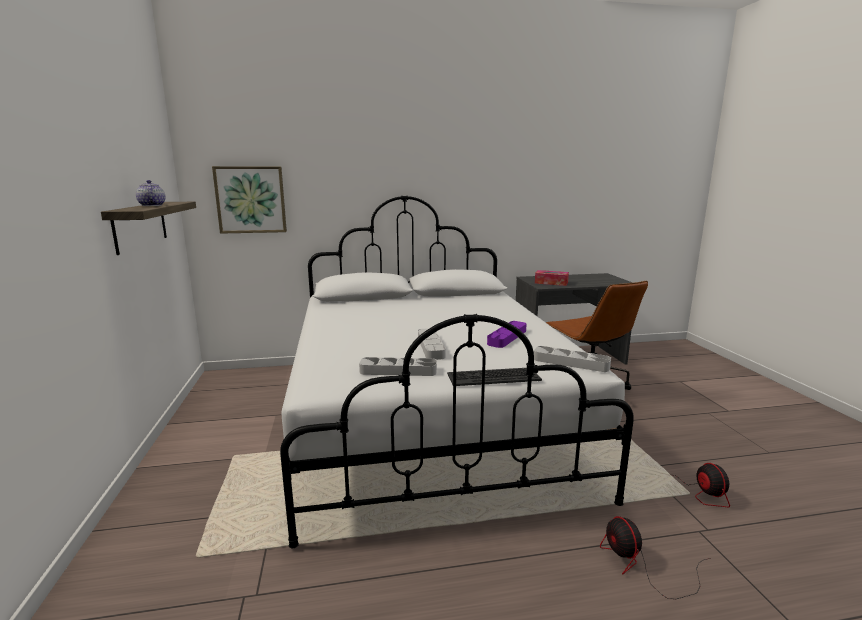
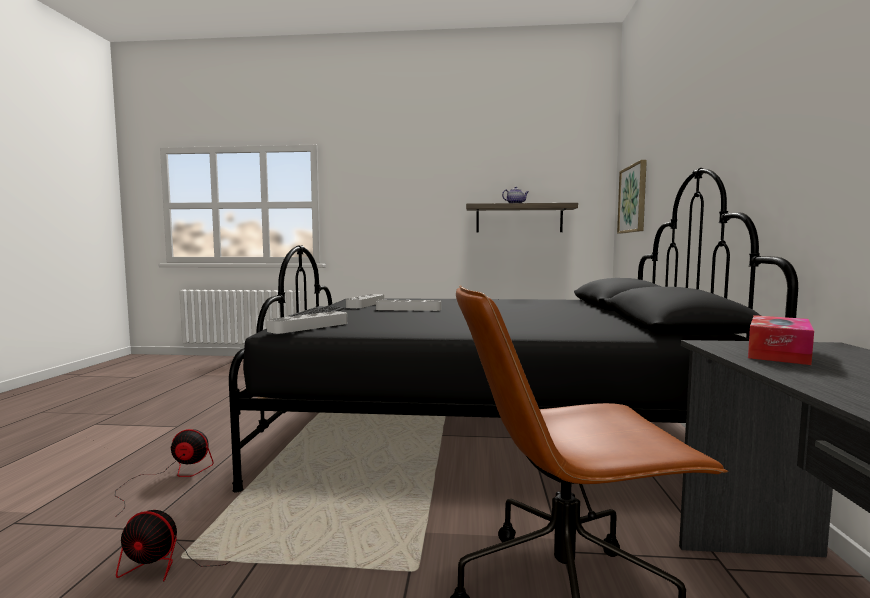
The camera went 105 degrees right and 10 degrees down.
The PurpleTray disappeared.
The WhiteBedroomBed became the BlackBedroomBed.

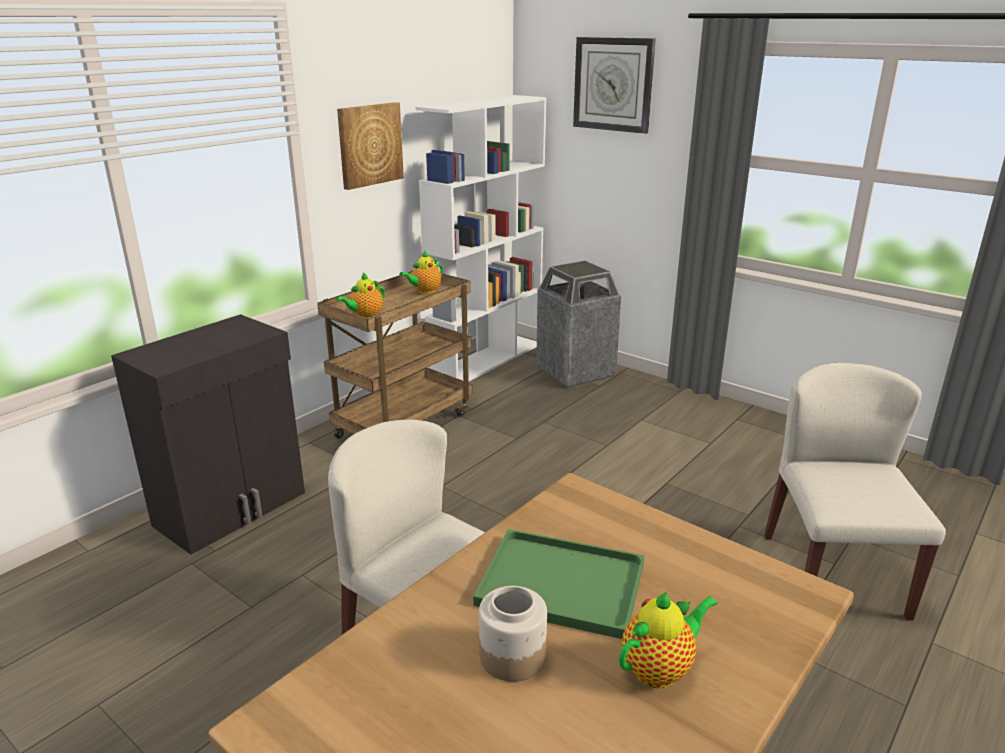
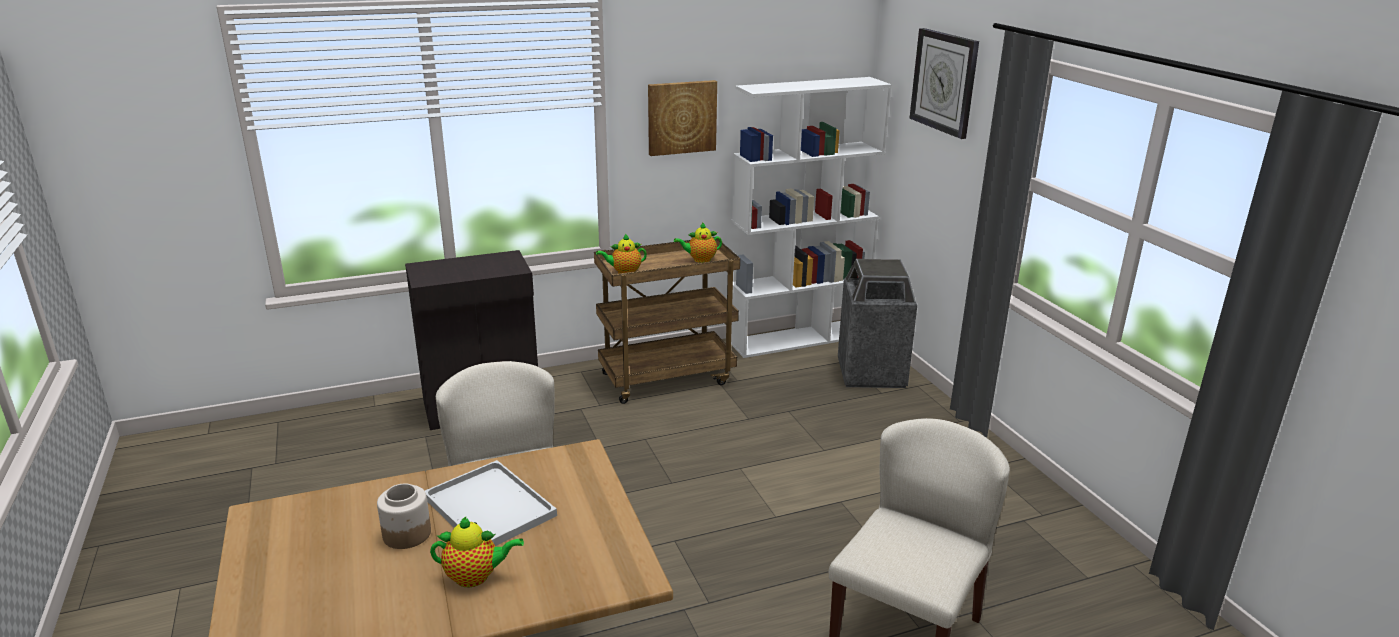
The camera went 30 degrees right and 0 degrees up.
The GreenishTray became the WhiteTray.

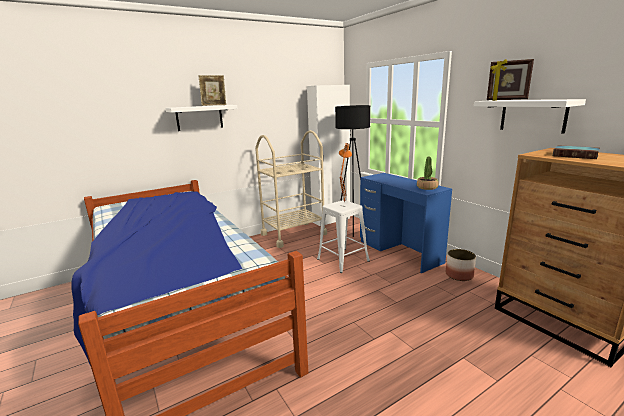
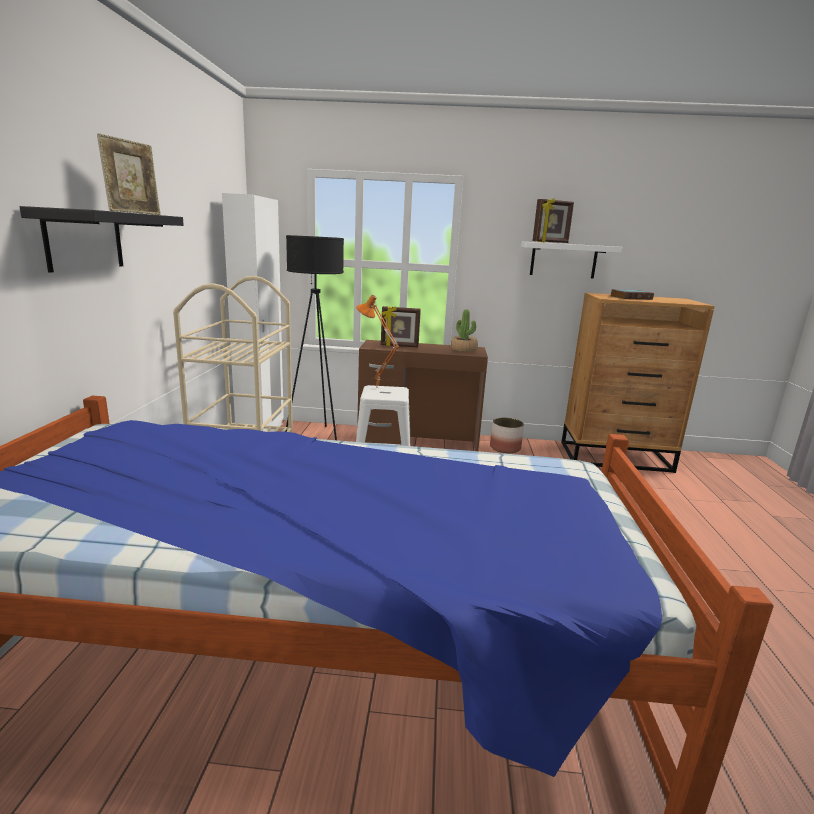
The camera went 55 degrees left and 0 degrees up.
The PhotoFrame (no. 2 from left) appeared.
The WhiteBracketShelf (no. 1 from left) became the BlackBracketShelf.
The BlueColouredDesk became the BrownColouredDesk.

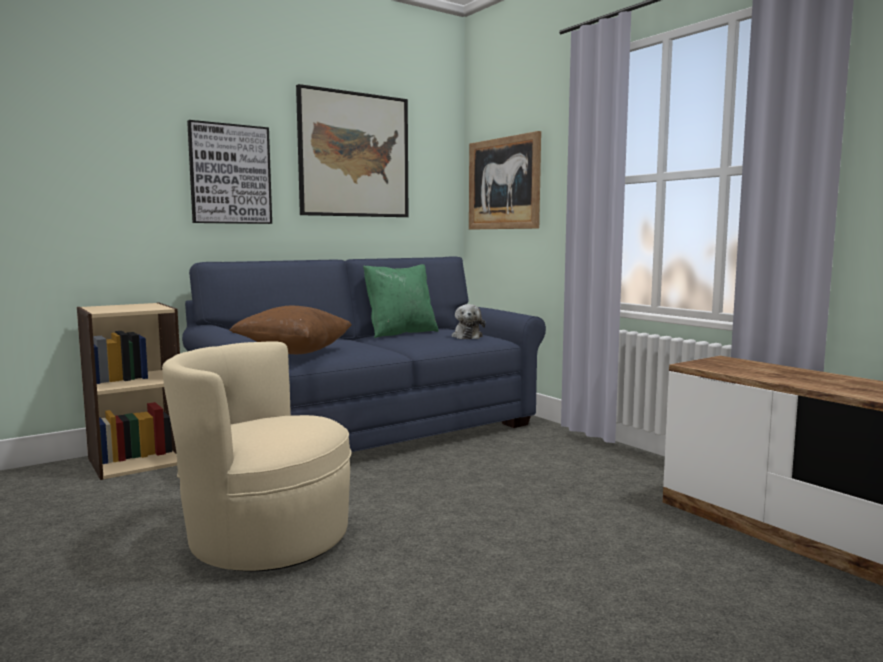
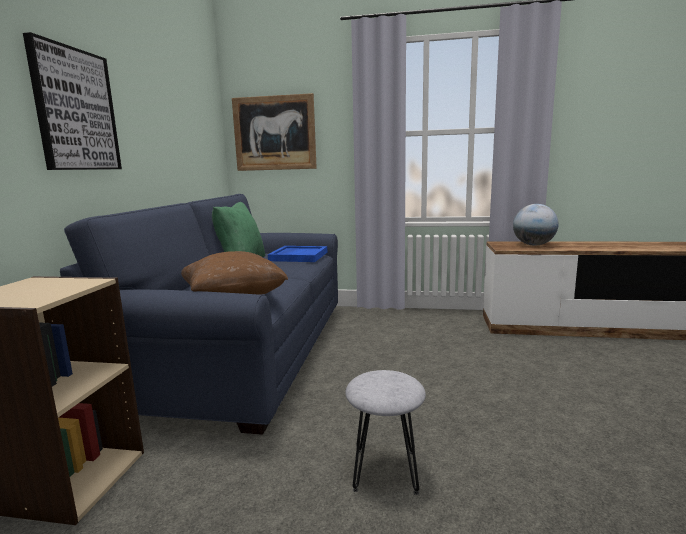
The camera went 45 degrees left and 5 degrees up.
The Picture (no. 2 from left) disappeared.
The DeskGlobe appeared.
The BeigeColouredEasyChair was replaced by the GreySittingStool.
The CuddlyToy was replaced by the BlueColouredTray.

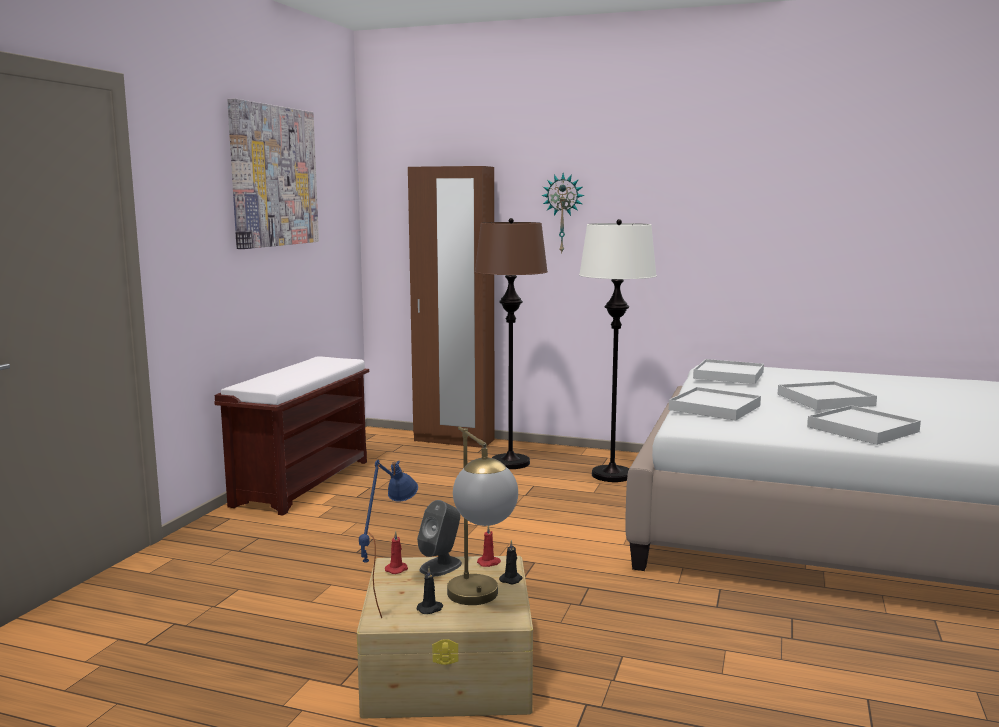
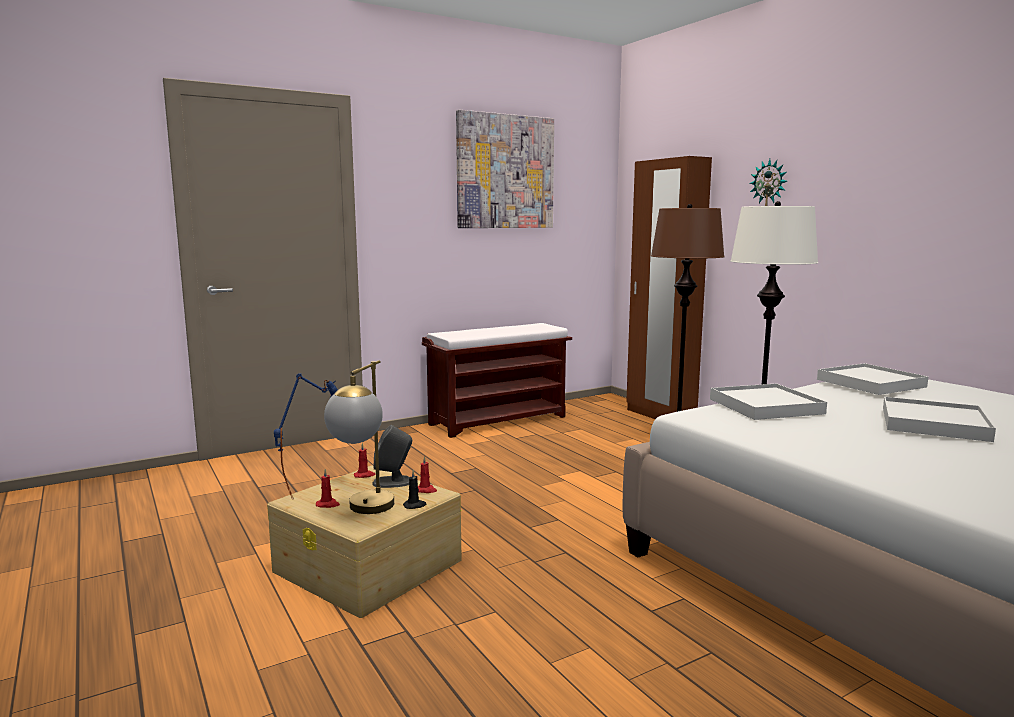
The camera went 40 degrees right and 0 degrees up.
The WhiteTray (no. 4 from left) disappeared.
The BlackWaxLight (no. 1 from left) became the ReddishWaxLight (no. 1 from left).

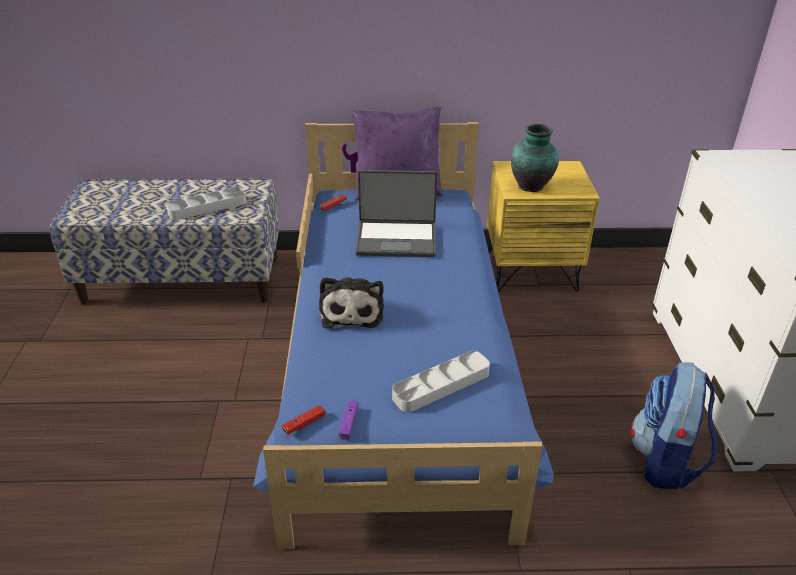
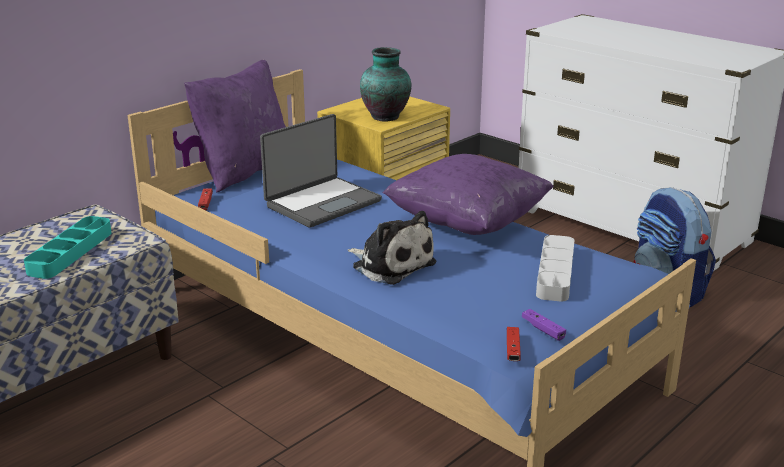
The camera went 45 degrees left and 10 degrees down.
The PurpleCushion (no. 2 from left) appeared.
The GreyTray (no. 1 from left) became the BlueGreenTray.

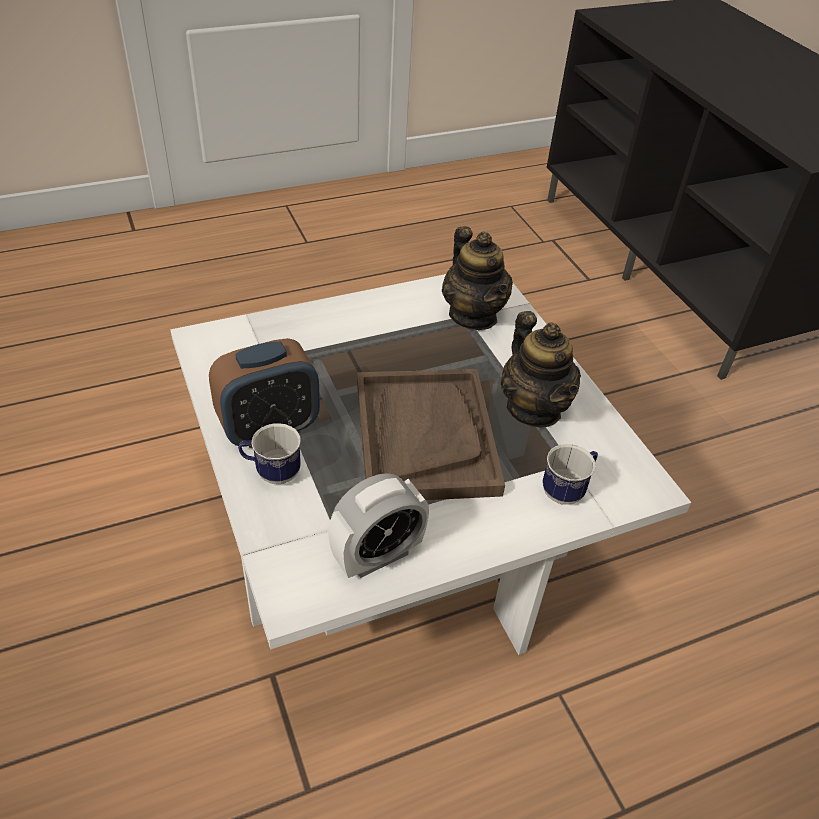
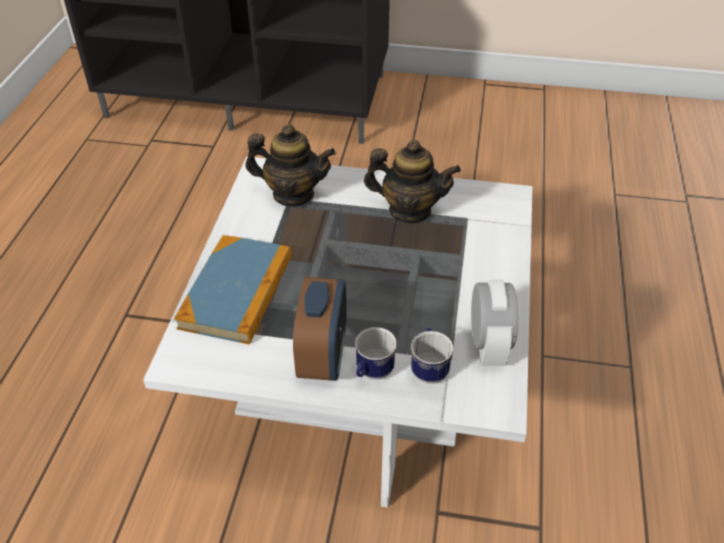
The camera went 55 degrees left and 0 degrees up.
The BrownColouredTray disappeared.
The Book appeared.
The Mug (no. 2 from left) moved.

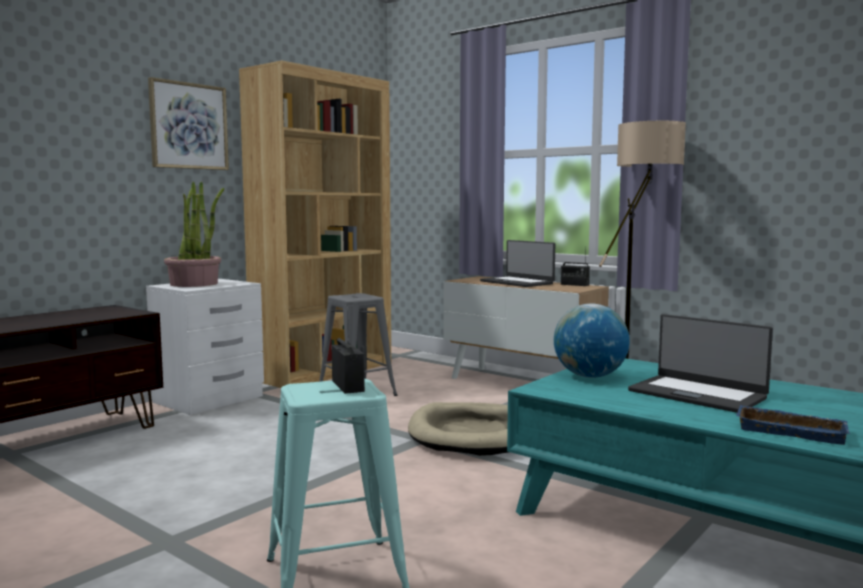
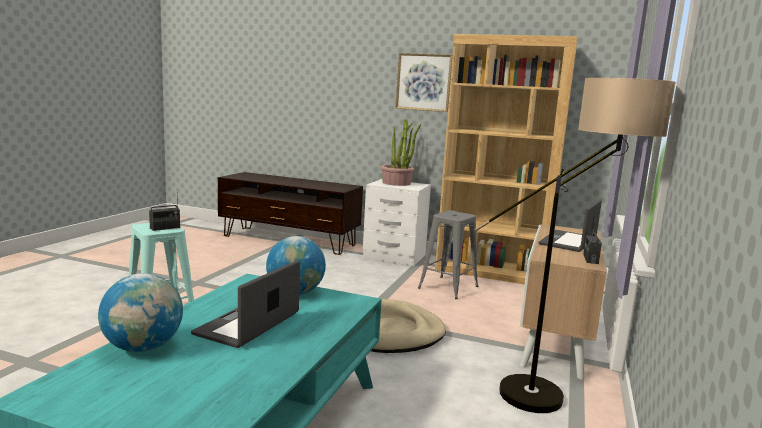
The camera went 70 degrees right and 5 degrees up.
The BlueColouredTray was replaced by the DeskGlobe (no. 1 from left).

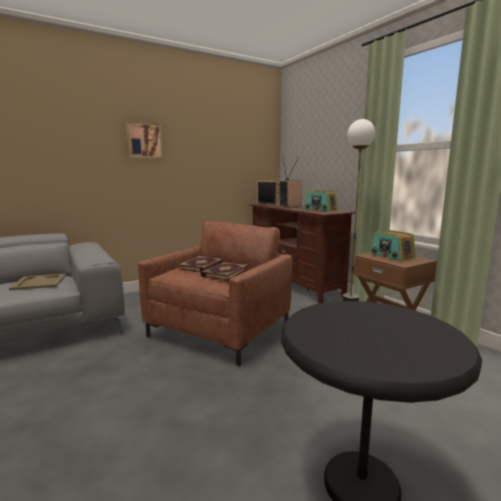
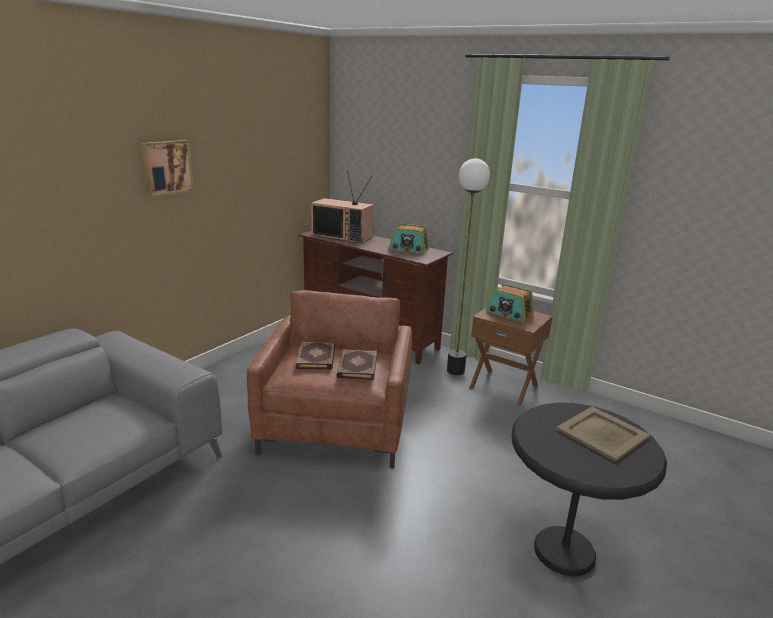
The camera went 25 degrees left and 10 degrees up.
The BeigeColouredTray moved.

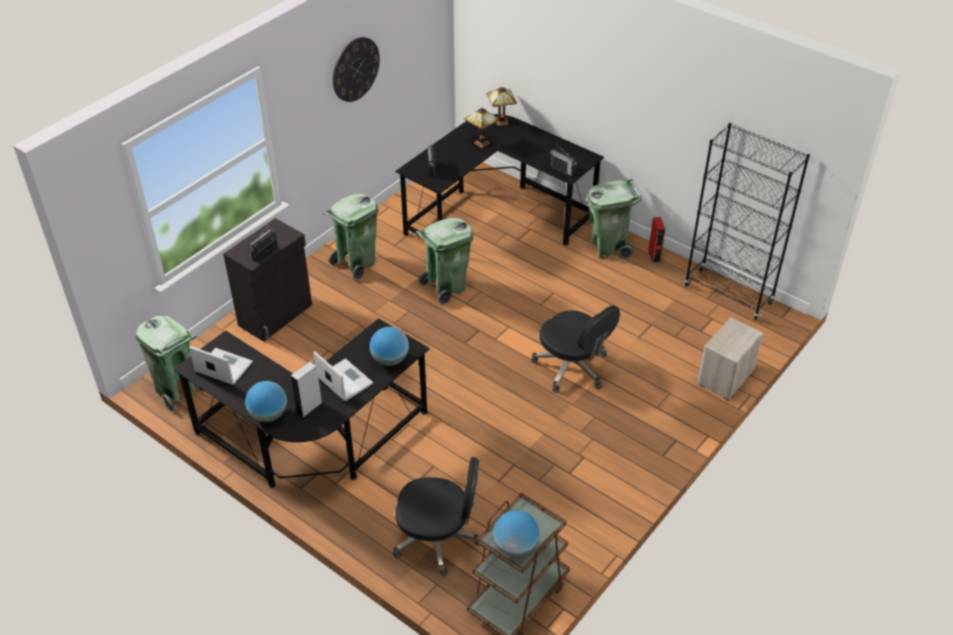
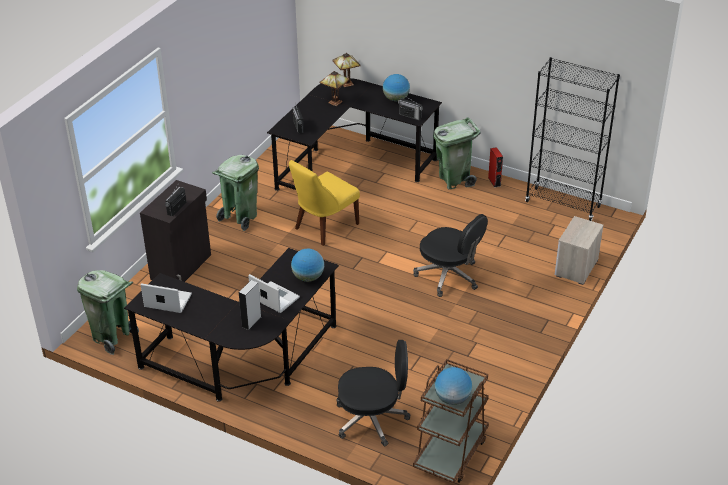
The camera went 10 degrees left and 5 degrees down.
The ClockOnTheWall disappeared.
The DeskGlobe (no. 1 from left in the first image) moved.
The GreenishRubbishBin (no. 3 from left) was replaced by the YellowUprightChair.

